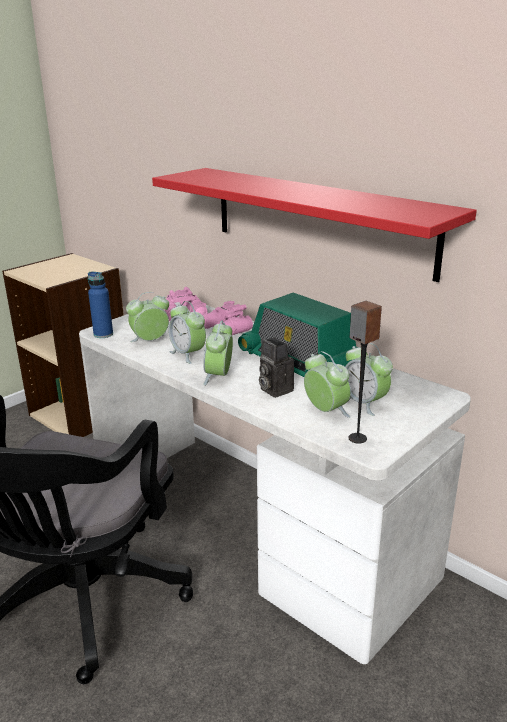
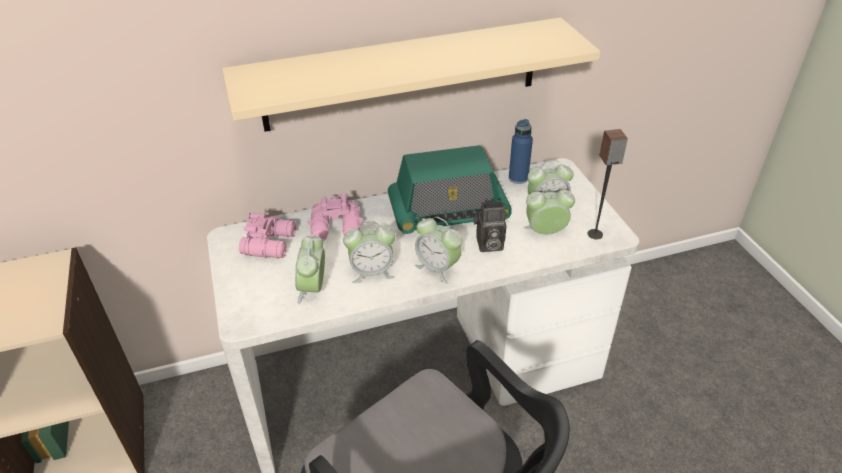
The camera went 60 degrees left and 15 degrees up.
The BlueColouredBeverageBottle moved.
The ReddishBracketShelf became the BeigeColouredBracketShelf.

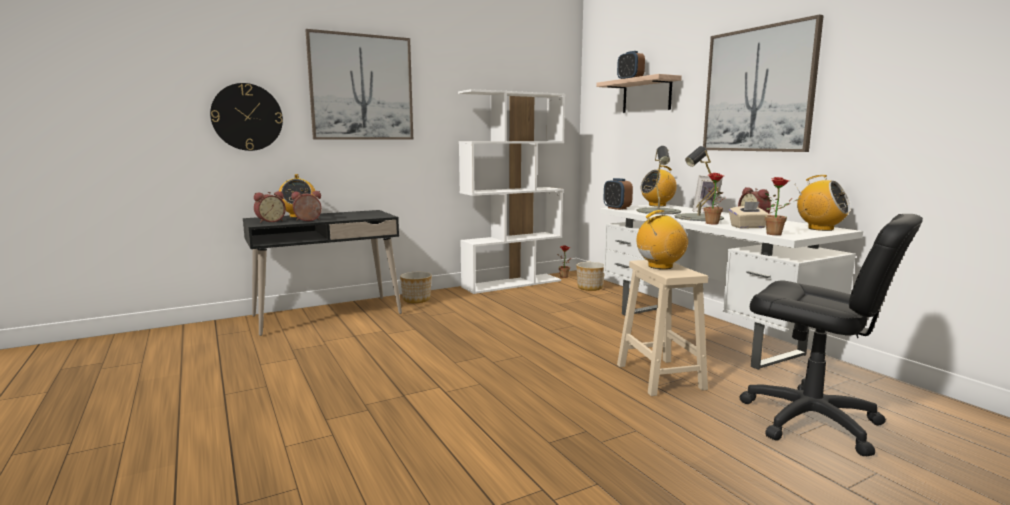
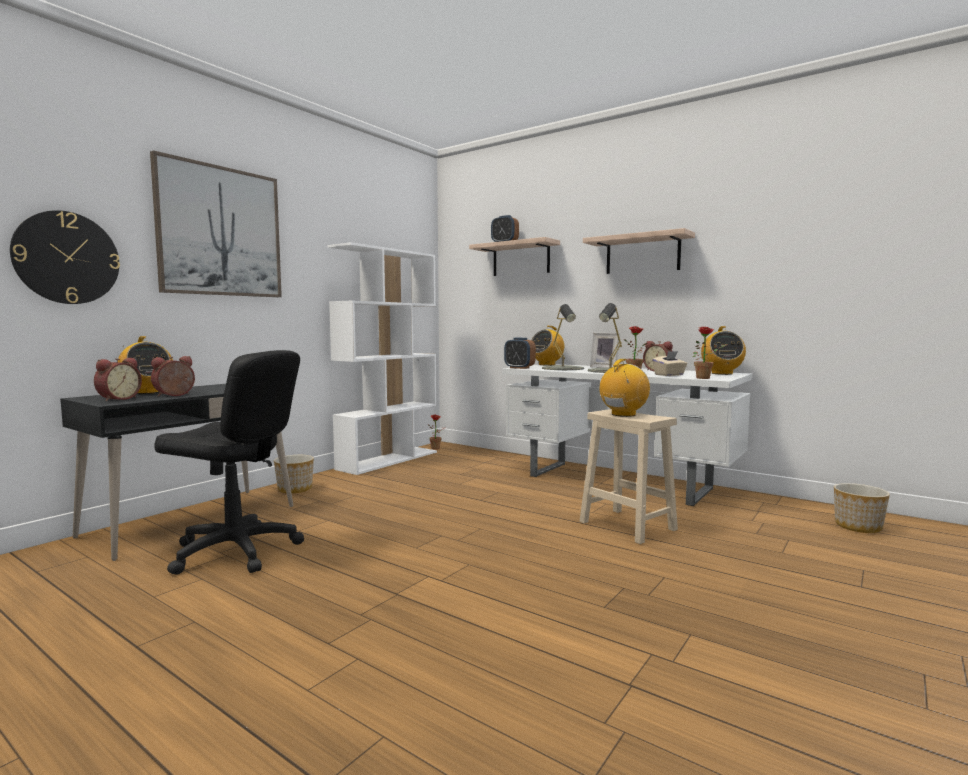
The camera went 25 degrees left and 5 degrees down.
The PlantPot (no. 2 from left) moved.
The BlackOfficeChair moved.
The Picture (no. 2 from left) was replaced by the BracketShelf (no. 2 from left).
The RadioReceiver (no. 4 from left) turned 75 degrees clockwise.

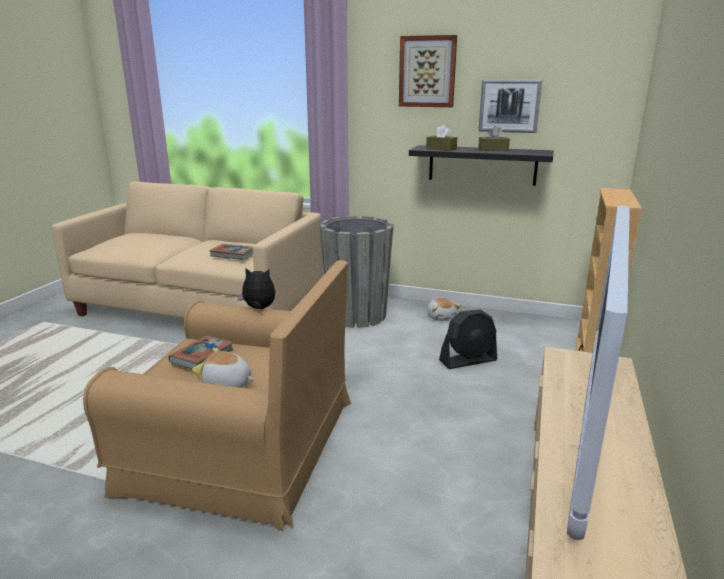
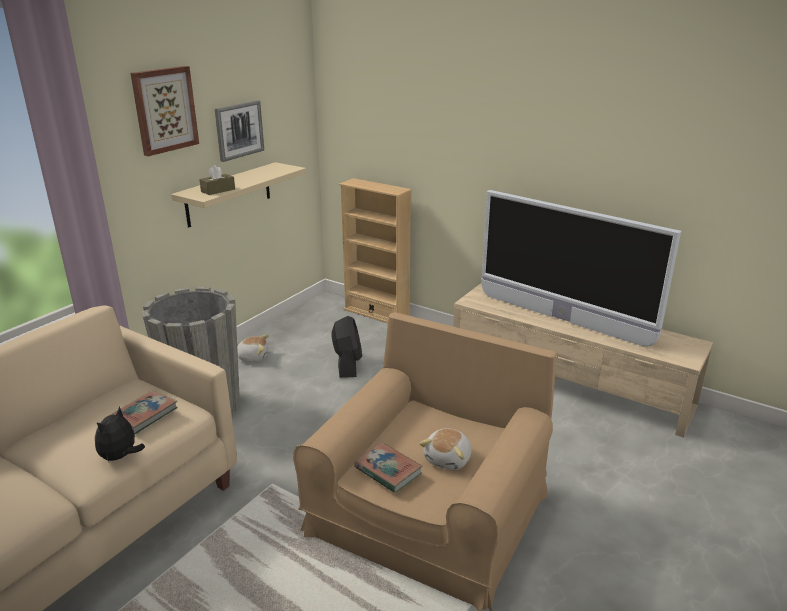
The camera went 75 degrees left and 5 degrees up.
The BrownColouredTissueBox (no. 2 from left) disappeared.
The CuddlyToy (no. 2 from left in the first image) moved.
The BlackBracketShelf became the BeigeColouredBracketShelf.

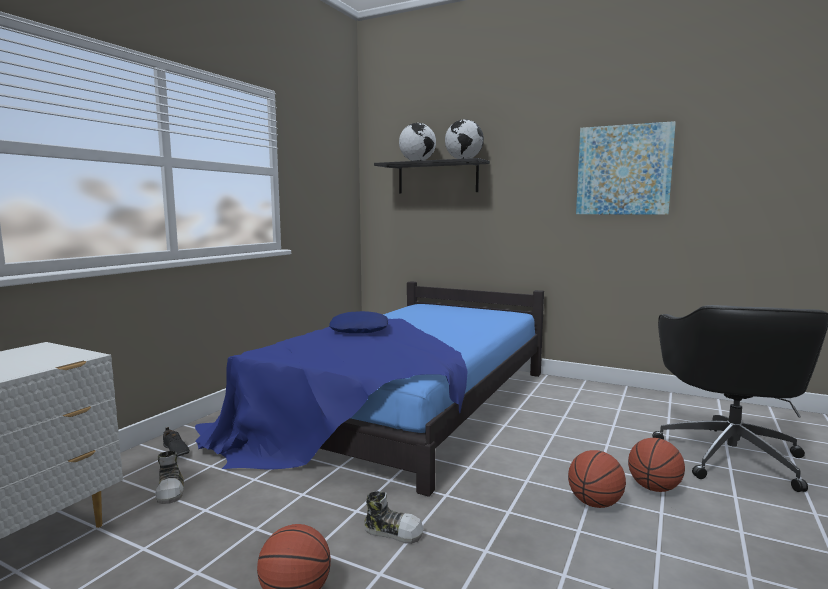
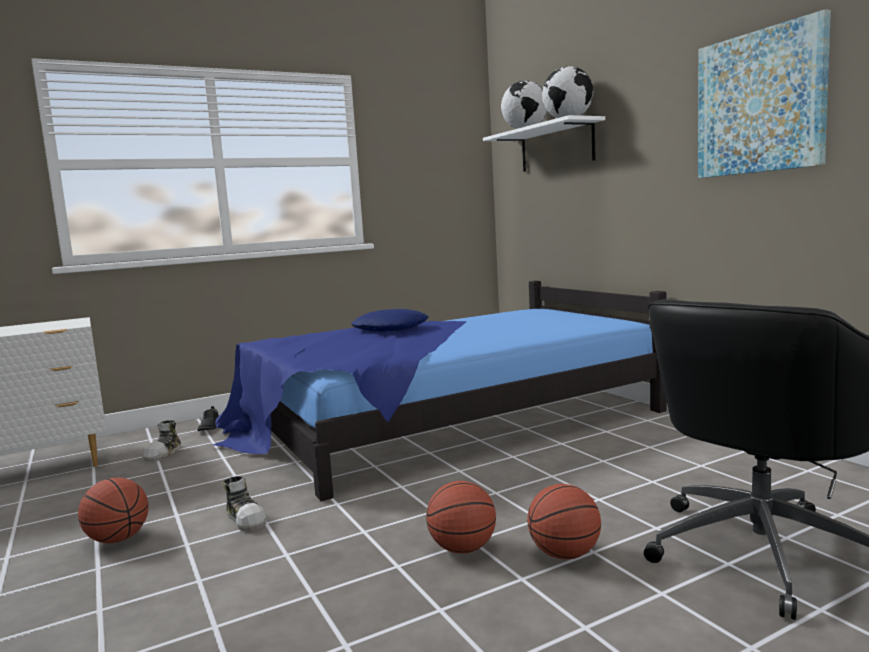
The camera went 35 degrees right and 0 degrees up.
The BlackBracketShelf became the WhiteBracketShelf.

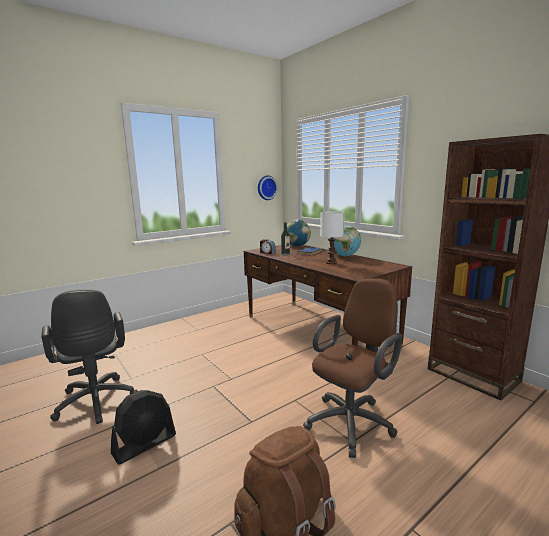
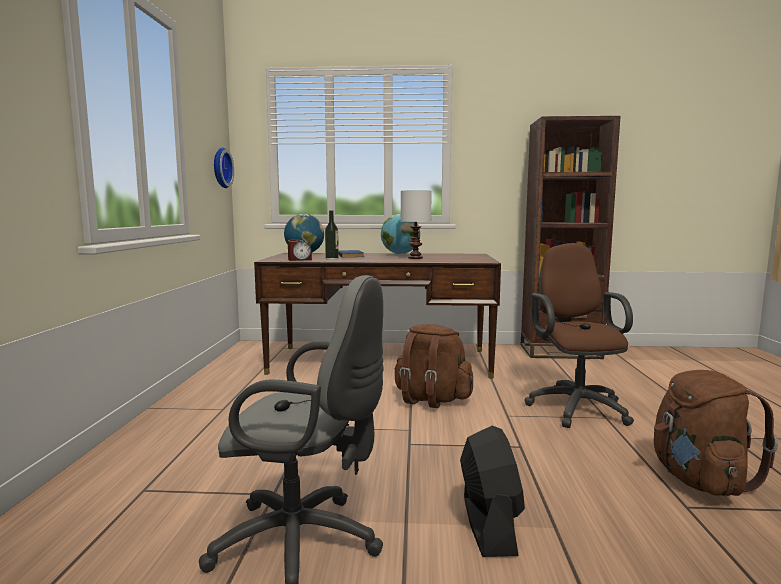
The camera went 50 degrees left and 5 degrees down.
The BrownColouredKnapsack (no. 1 from left) appeared.

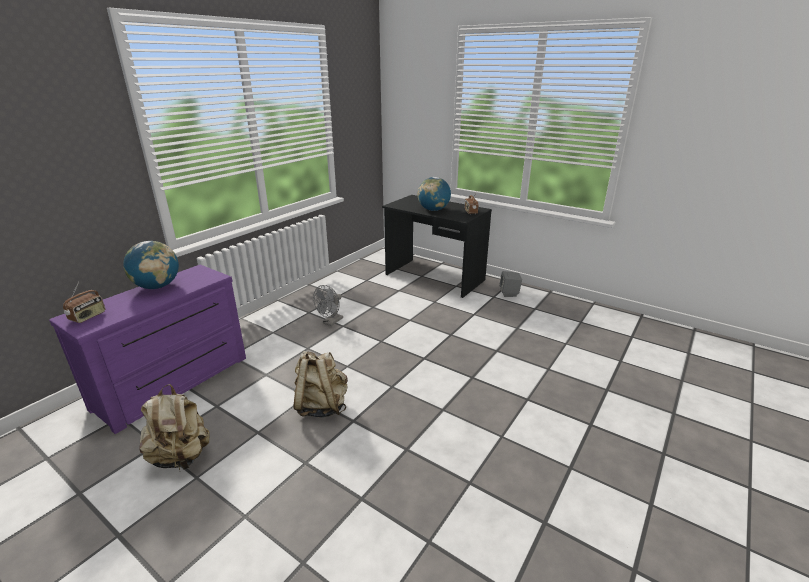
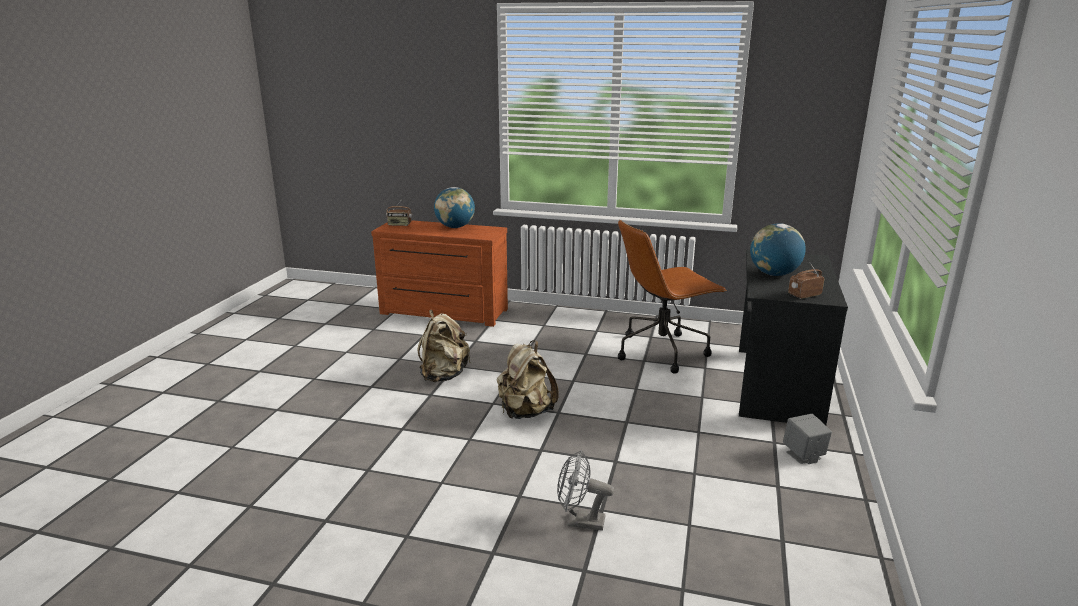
The camera went 70 degrees right and 5 degrees down.
The BrownColouredOfficeChair appeared.
The BeigeColouredKnapsack (no. 1 from left in the first image) moved.
The GreyFan moved.
The PurpleChestOfDrawers became the BrownColouredChestOfDrawers.

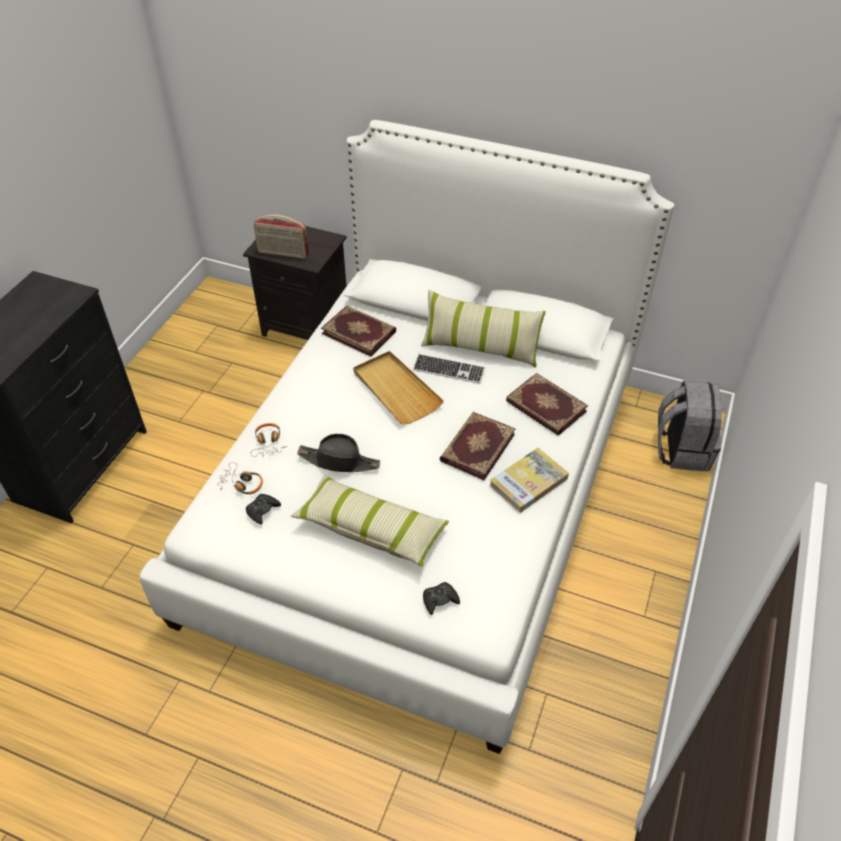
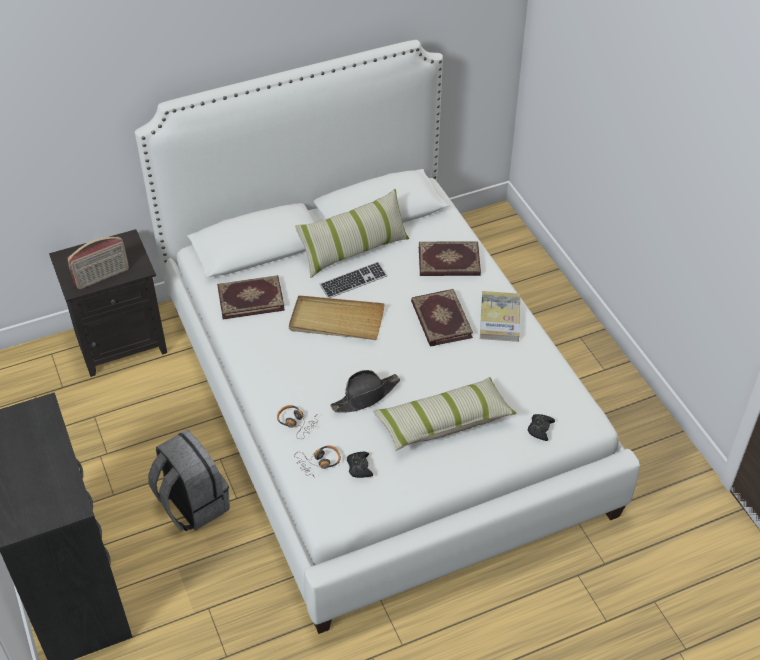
The camera went 45 degrees left and 0 degrees up.
The GreyKnapsack moved.

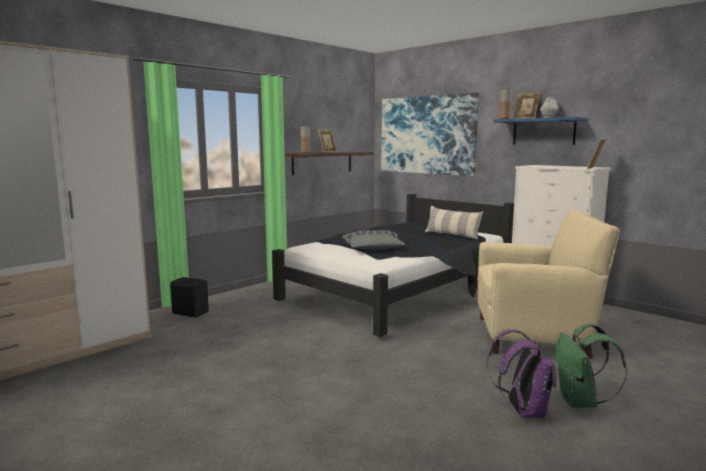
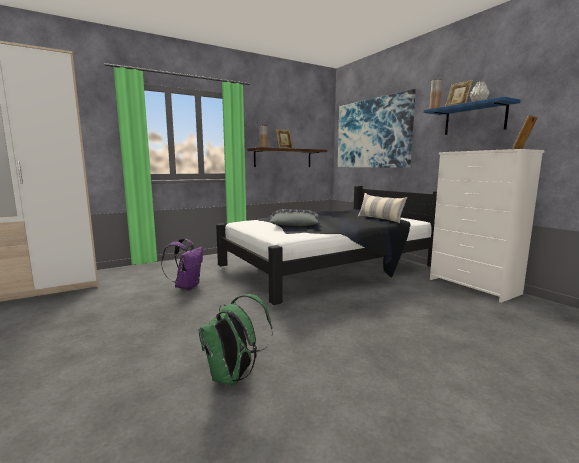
The camera went 15 degrees right and 0 degrees up.
The BlackSpeaker disappeared.
The BeigeColouredEasyChair disappeared.
The PurpleKnapsack moved.
The GreenishKnapsack moved.

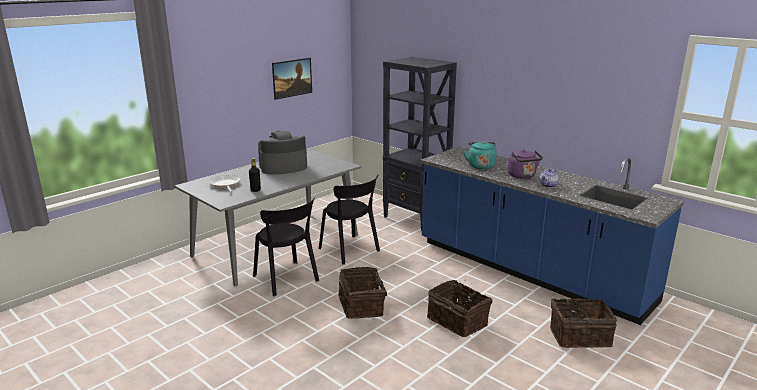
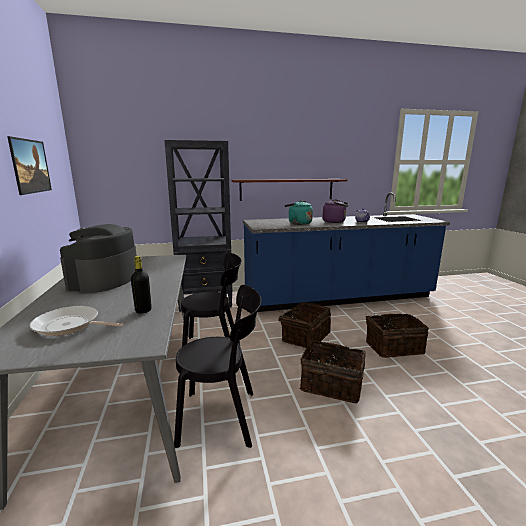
The camera went 55 degrees left and 5 degrees down.
The BracketShelf appeared.
The HouseholdBasket (no. 3 from left in the first image) moved.

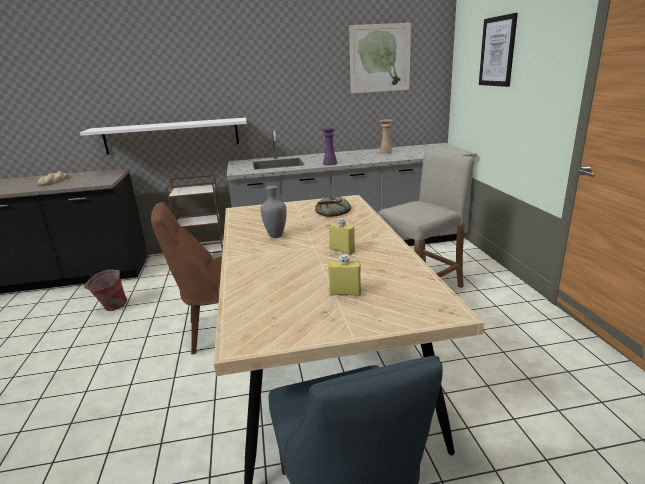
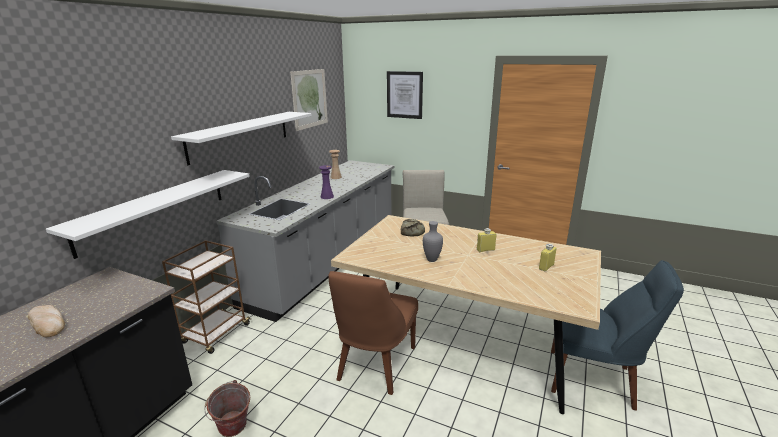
The camera went 55 degrees left and 0 degrees up.
The WhiteBracketShelf (no. 2 from left) appeared.

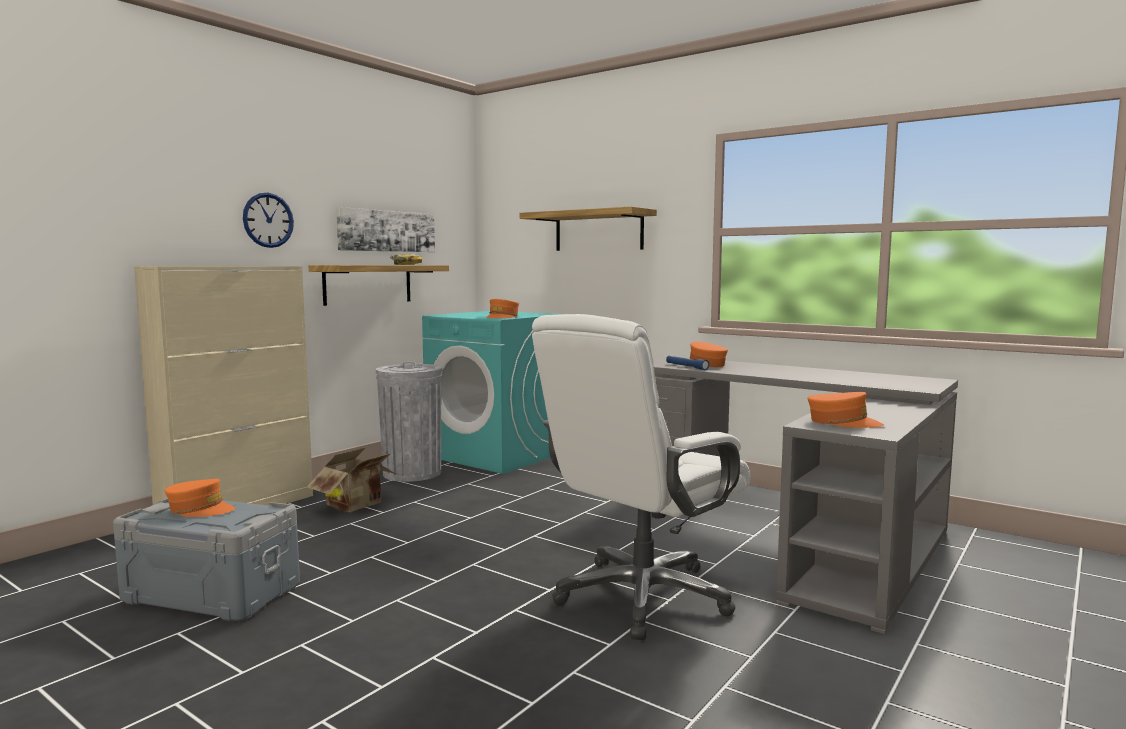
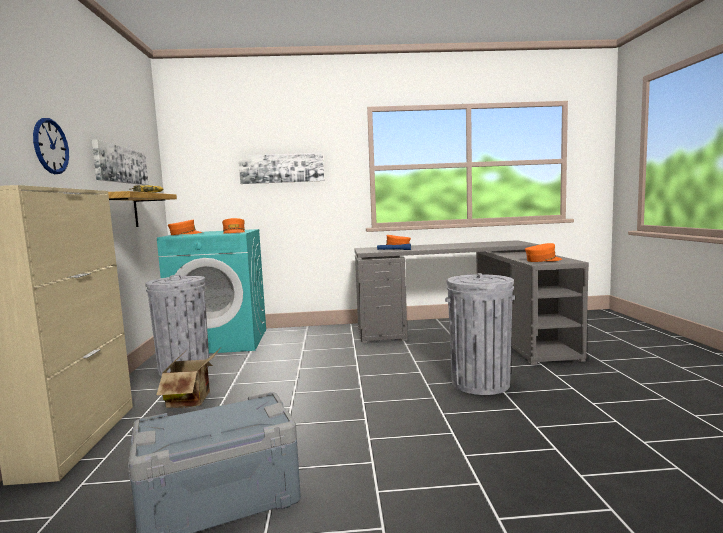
The camera went 40 degrees left and 0 degrees up.
The OrangeyBaseballCap (no. 1 from left) moved.
The BracketShelf (no. 2 from left) was replaced by the Picture (no. 2 from left).
The WhiteOfficeChair was replaced by the GreyRubbishBin (no. 2 from left).

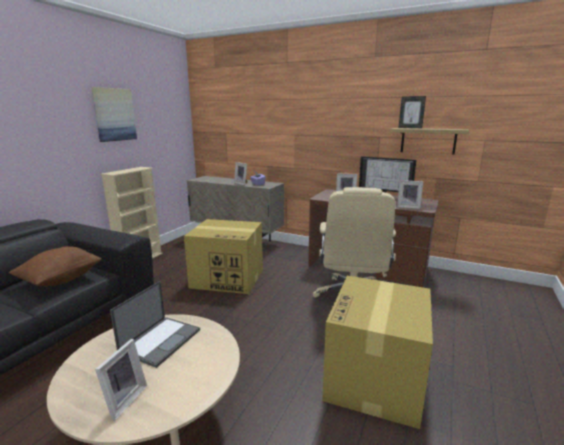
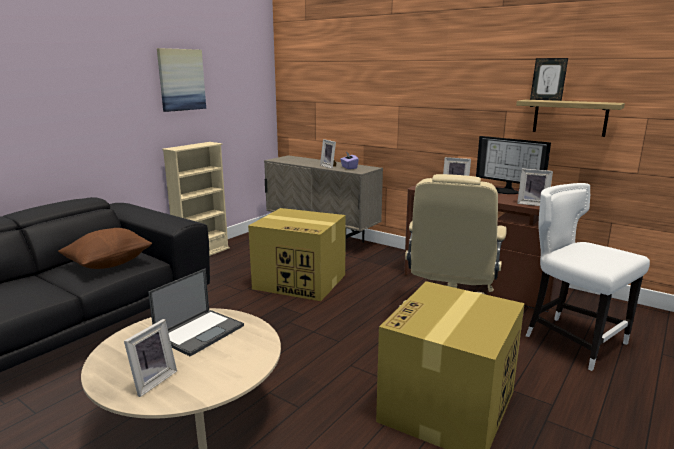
The camera went 10 degrees right and 0 degrees up.
The WhiteUprightChair appeared.

